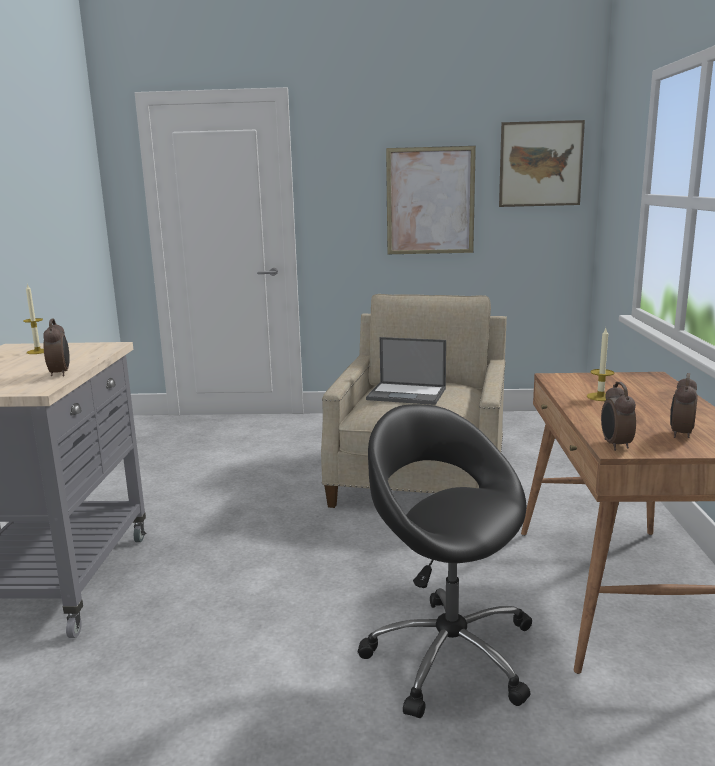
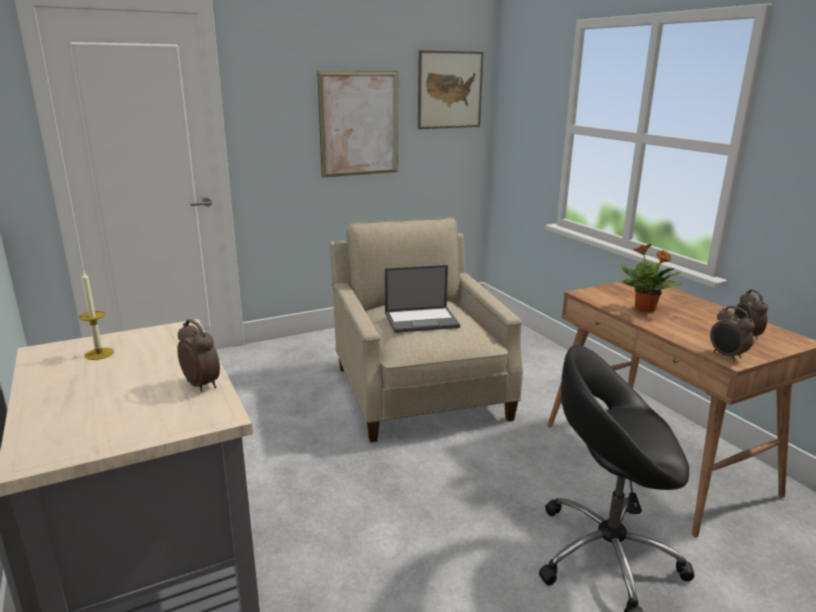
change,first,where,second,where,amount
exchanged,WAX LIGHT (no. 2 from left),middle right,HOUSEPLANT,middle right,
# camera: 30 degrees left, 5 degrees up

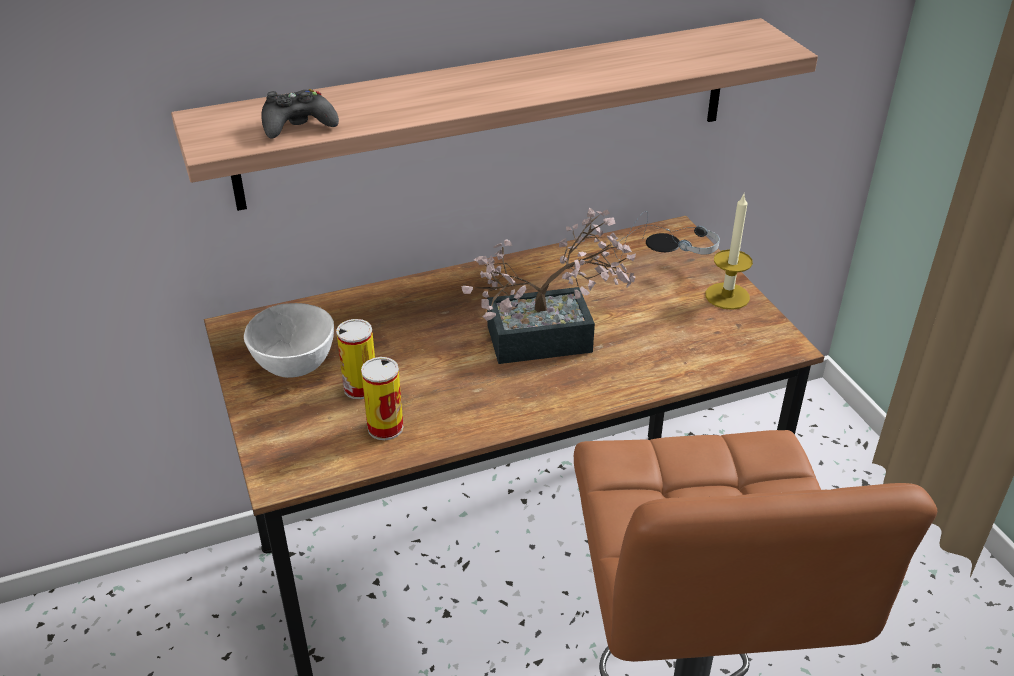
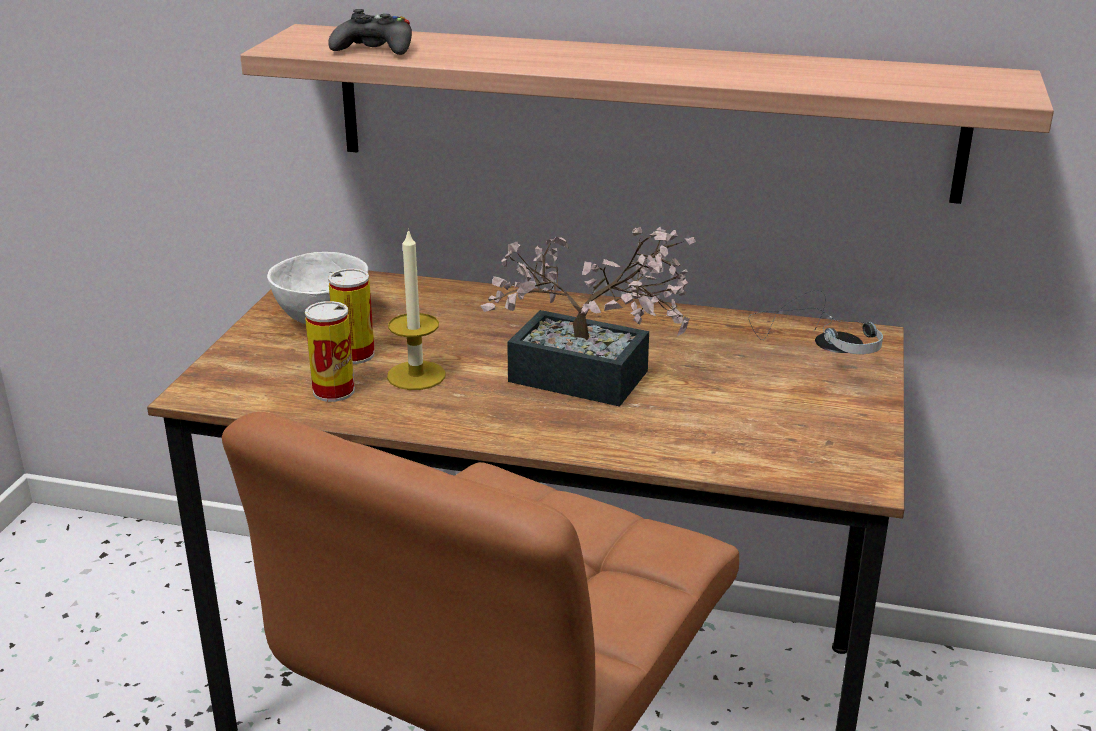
change,first,where,second,where,amount
relocated,WAX LIGHT,middle right,,centre,
# camera: 35 degrees right, 10 degrees down

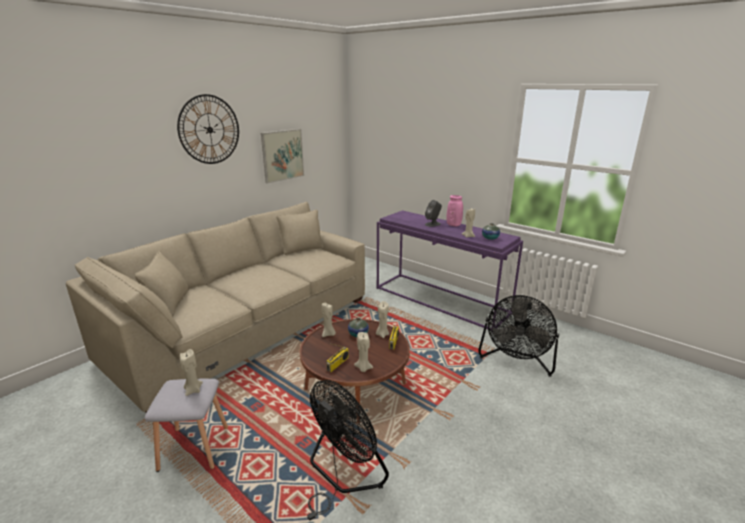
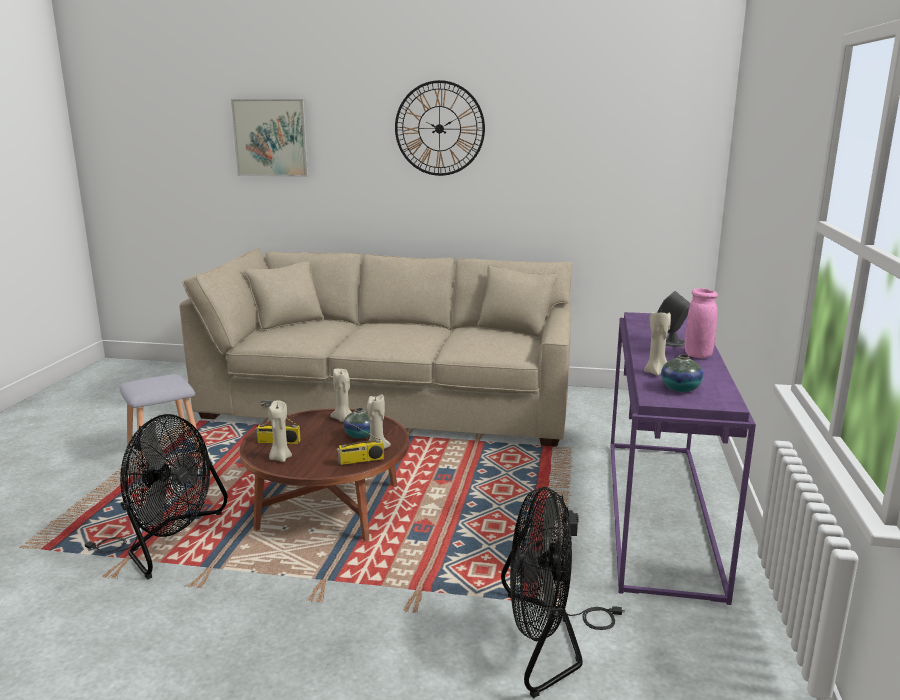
change,first,where,second,where,amount
relocated,WALL ART,top centre,,top left,
missing,SAND-COLOURED WAX LIGHT (no. 1 from left),bottom left,,,
# camera: 60 degrees right, 5 degrees down

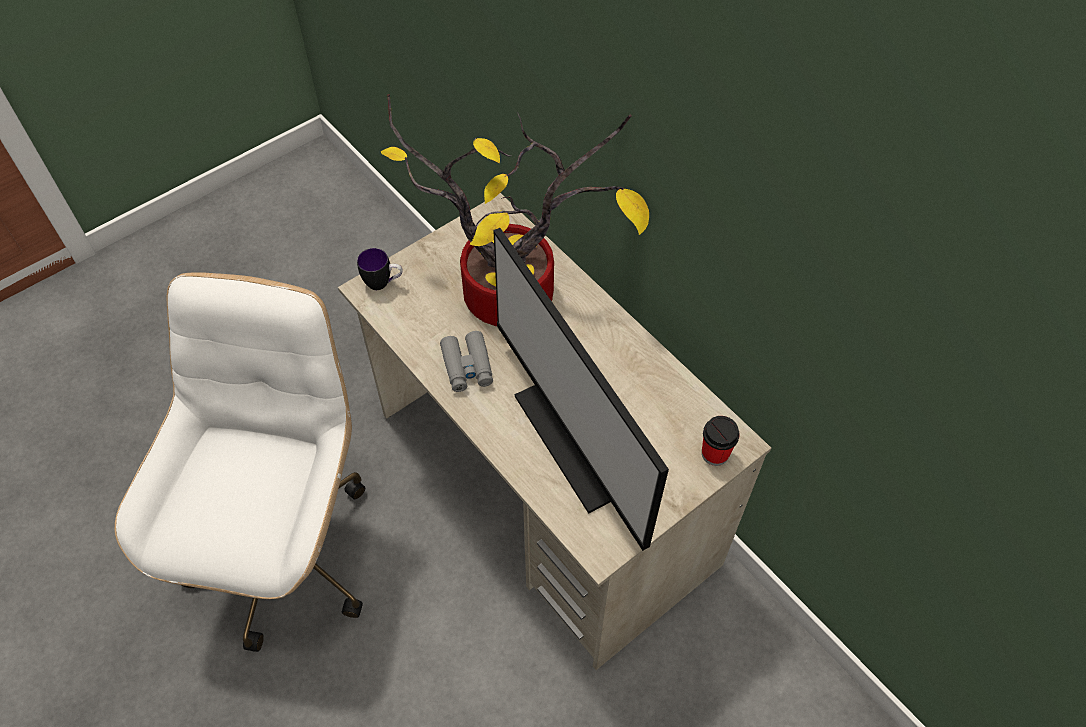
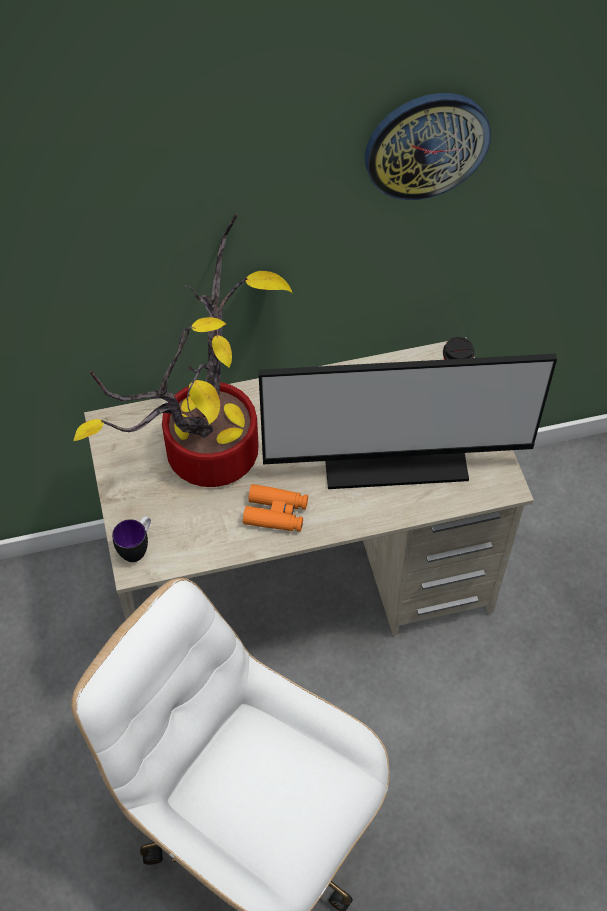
change,first,where,second,where,amount
colour,GREY FIELD GLASSES,centre,ORANGE-COLOURED FIELD GLASSES,centre,
appeared,,,WALL CLOCK,top right,
# camera: 65 degrees left, 0 degrees up

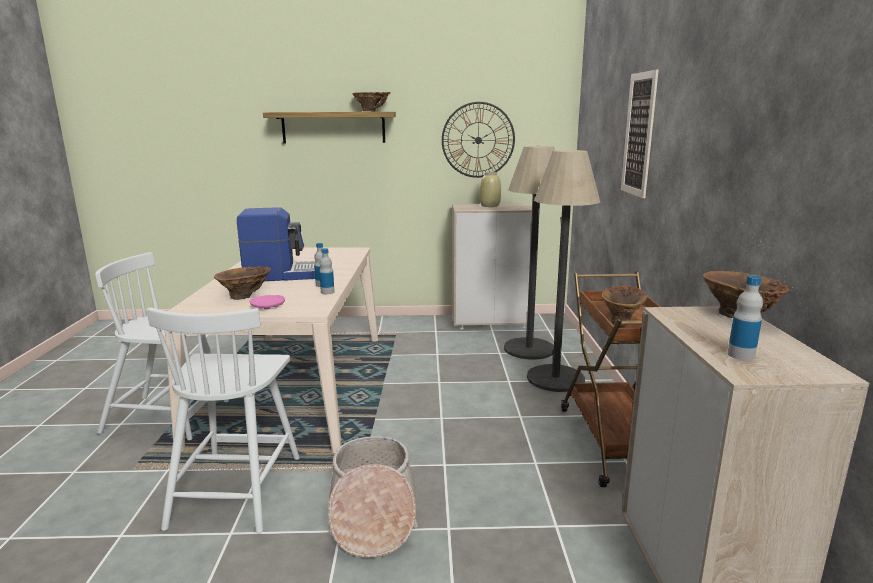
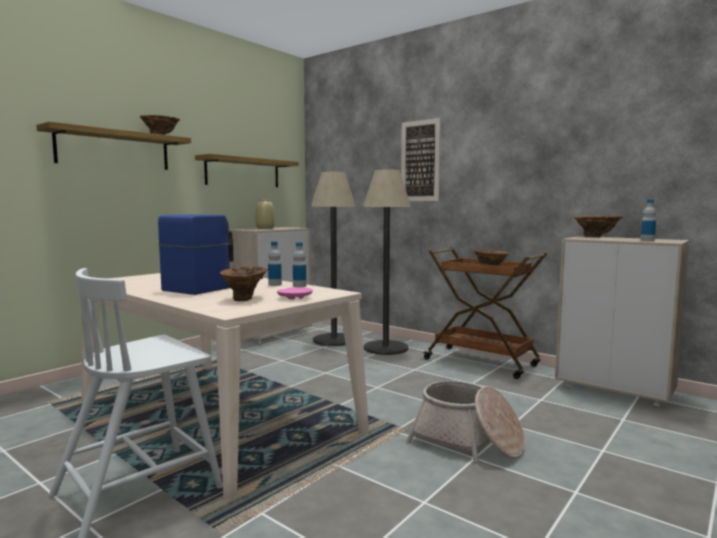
change,first,where,second,where,amount
exchanged,WALL CLOCK,top centre,WALL SHELF (no. 2 from left),top centre,
missing,WHITE PLAIN CHAIR (no. 2 from left),bottom left,,,
# camera: 50 degrees left, 10 degrees down

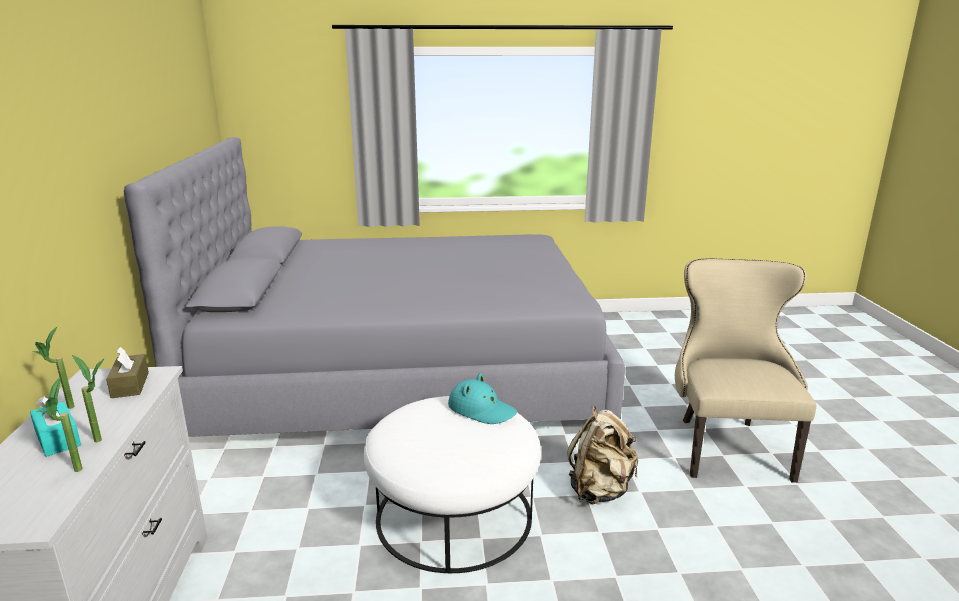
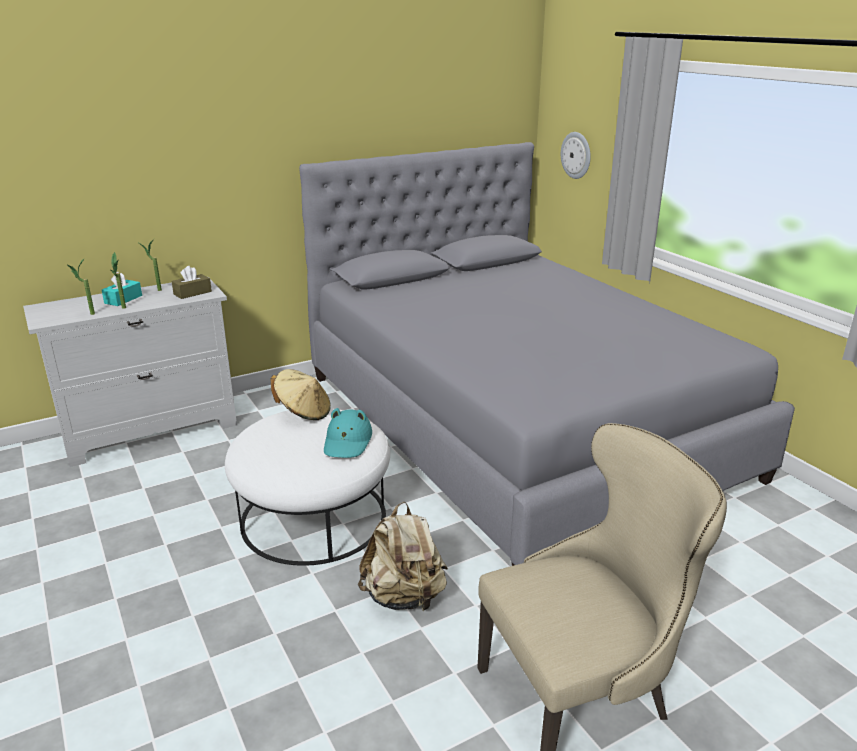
change,first,where,second,where,amount
appeared,,,WALL CLOCK,top right,
appeared,,,SAND-COLOURED HAT,centre,
# camera: 65 degrees right, 5 degrees up

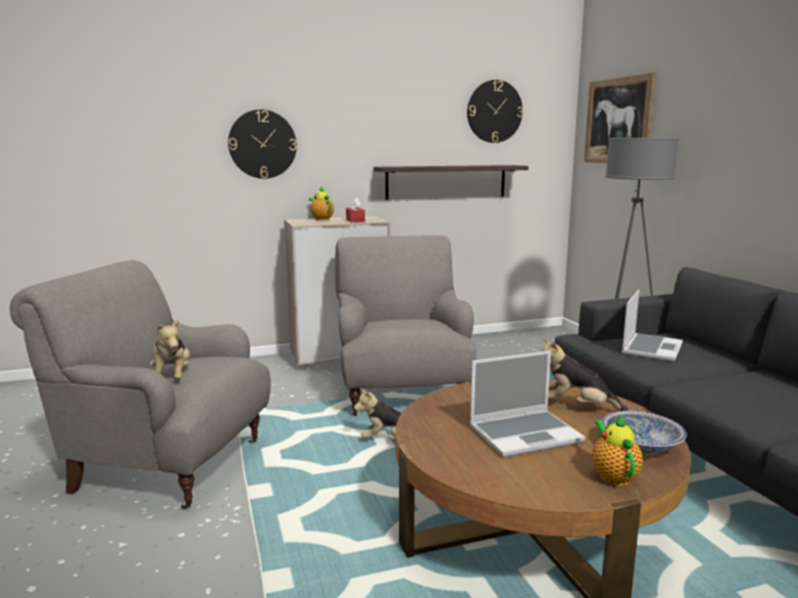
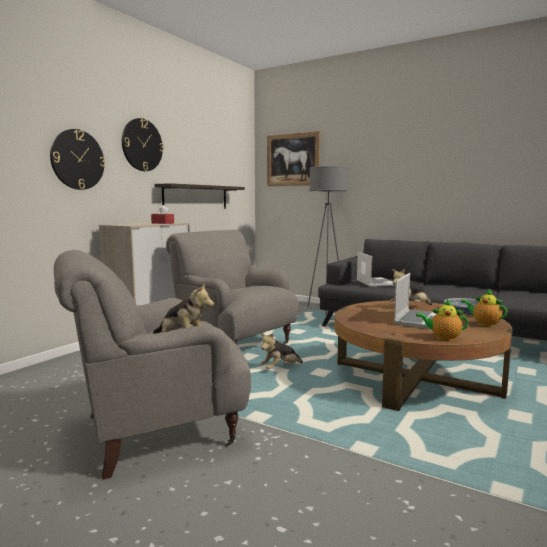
change,first,where,second,where,amount
relocated,WALL CLOCK (no. 2 from left),top centre,,top left,
relocated,TEAPOT (no. 1 from left),centre,,middle right,
# camera: 40 degrees left, 5 degrees down

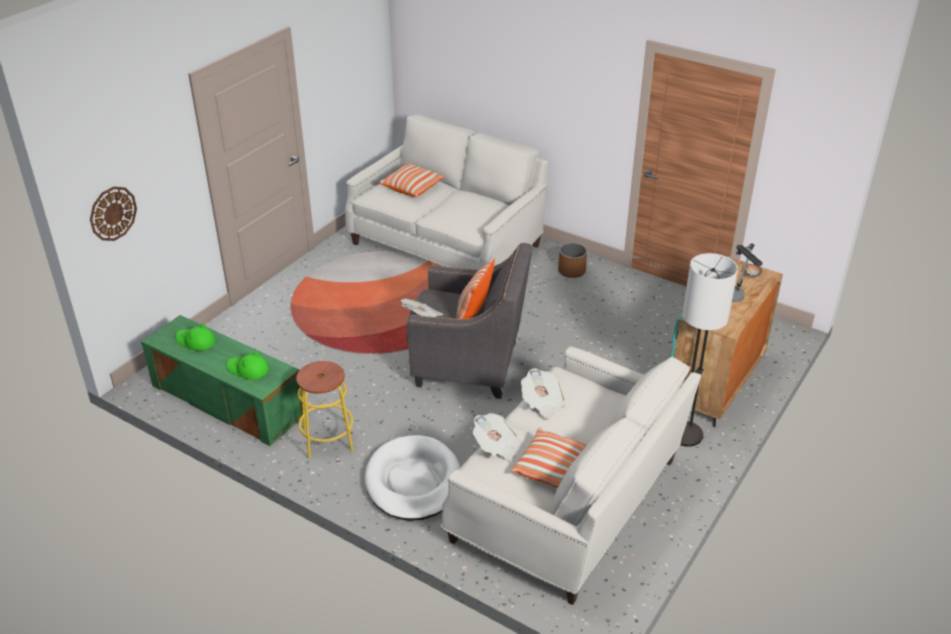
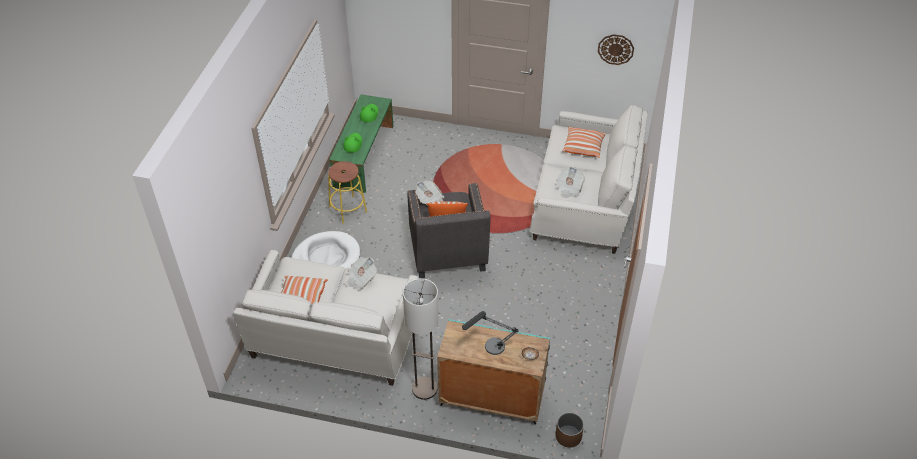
change,first,where,second,where,amount
relocated,WALL CLOCK,middle left,,top right,
relocated,BROWN FLOWER POT,centre,,bottom centre,
relocated,NEWSPAPER (no. 2 from left in the first image),bottom centre,NEWSPAPER (no. 3 from left),centre,
# camera: 70 degrees right, 10 degrees up

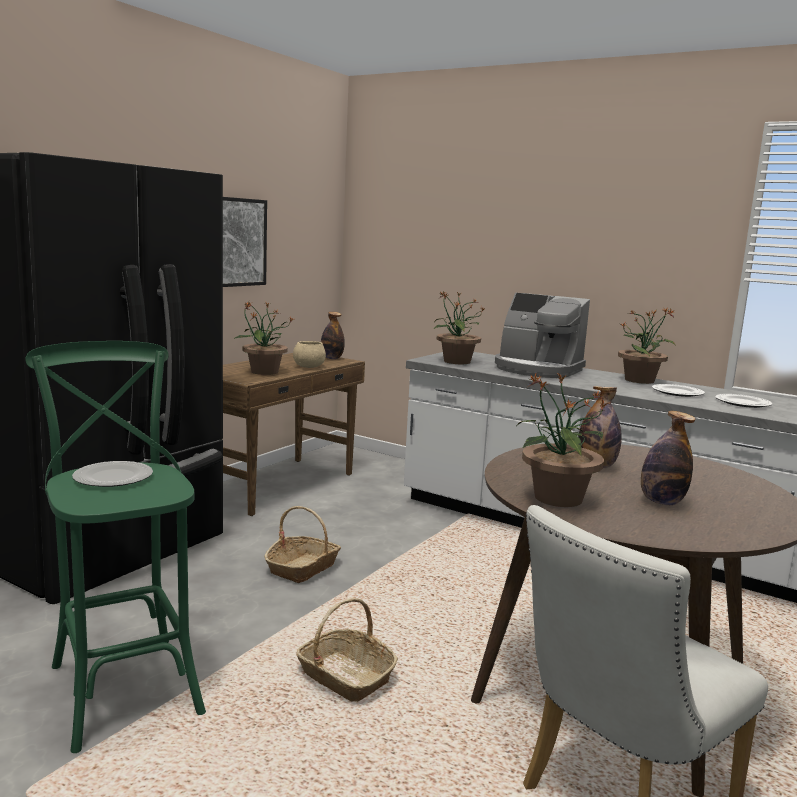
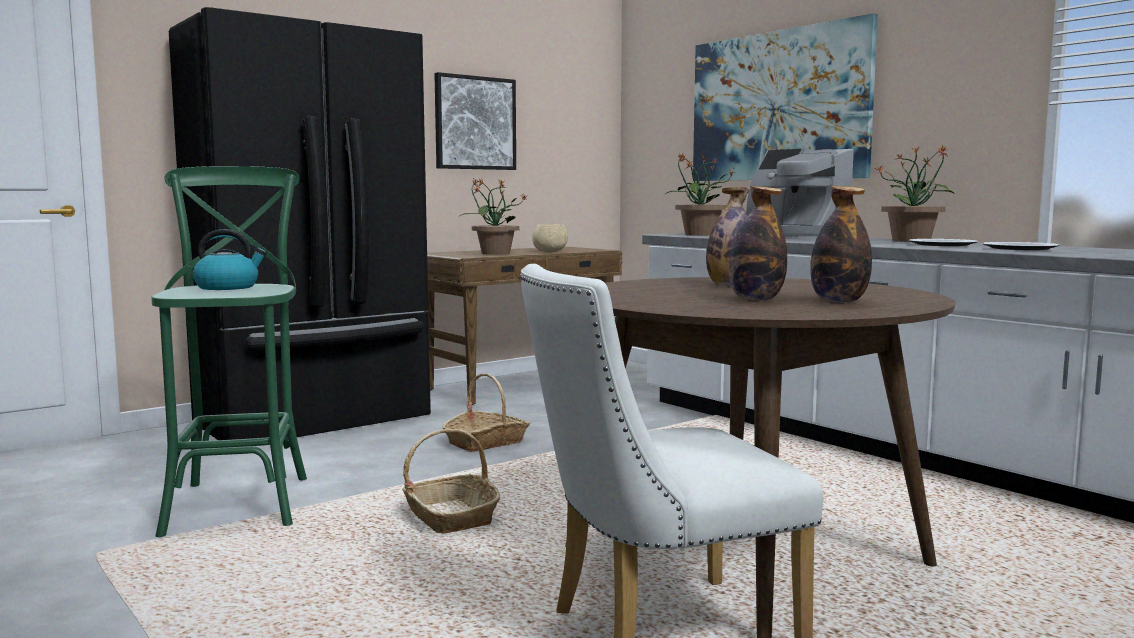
change,first,where,second,where,amount
relocated,BEVERAGE BOTTLE (no. 1 from left in the first image),centre,BEVERAGE BOTTLE (no. 3 from left),middle right,
missing,HOUSEPLANT (no. 3 from left),middle right,,,
exchanged,FLAT DISH (no. 1 from left),middle left,TEA KETTLE,middle left,
appeared,,,WALL ART (no. 2 from left),top right,
# camera: 20 degrees right, 5 degrees down

